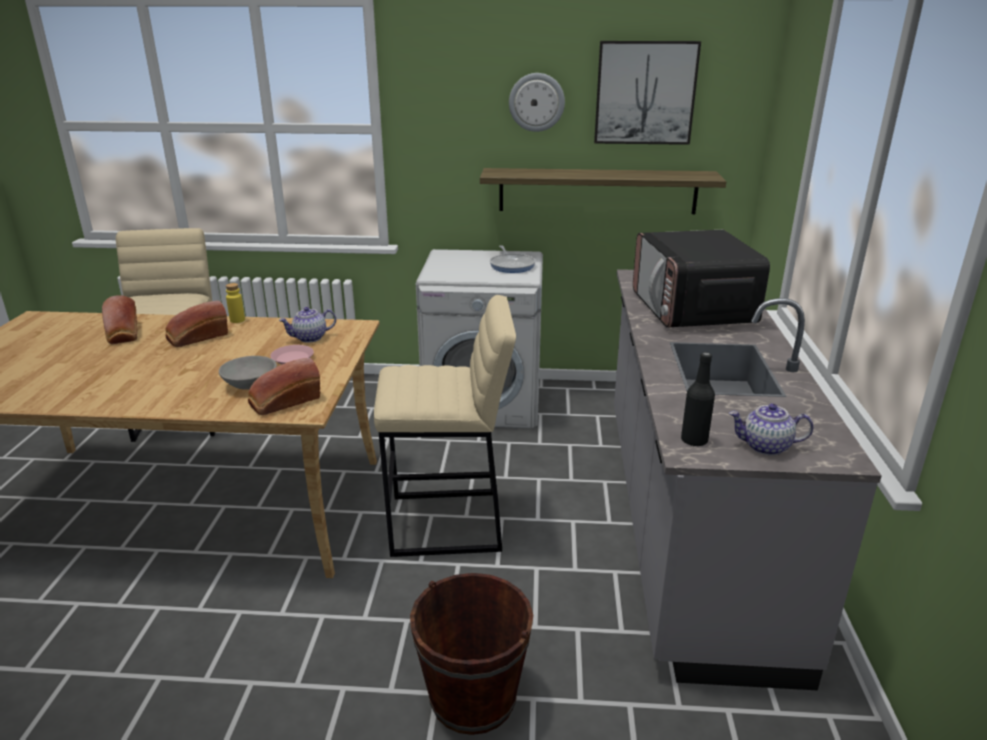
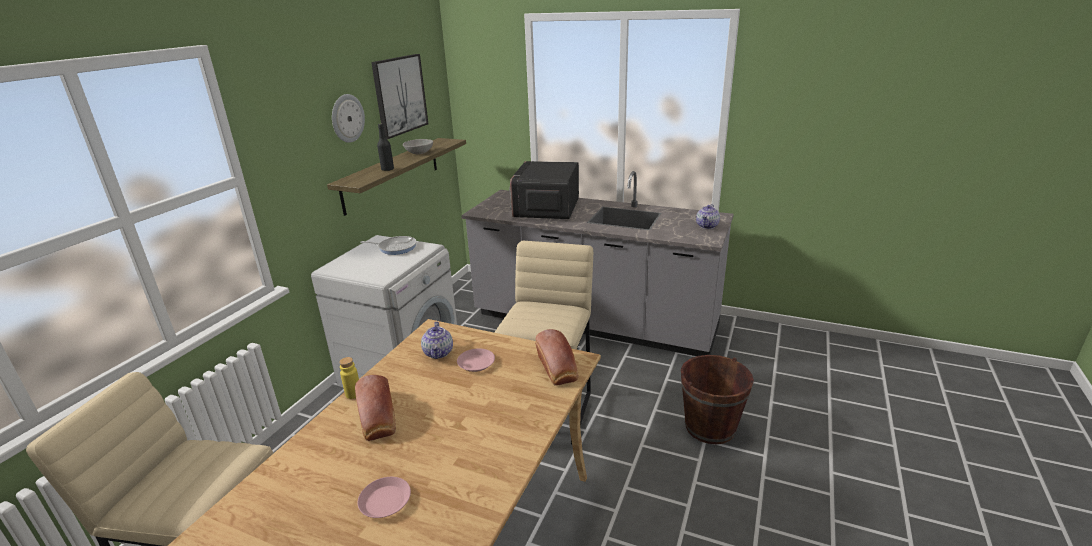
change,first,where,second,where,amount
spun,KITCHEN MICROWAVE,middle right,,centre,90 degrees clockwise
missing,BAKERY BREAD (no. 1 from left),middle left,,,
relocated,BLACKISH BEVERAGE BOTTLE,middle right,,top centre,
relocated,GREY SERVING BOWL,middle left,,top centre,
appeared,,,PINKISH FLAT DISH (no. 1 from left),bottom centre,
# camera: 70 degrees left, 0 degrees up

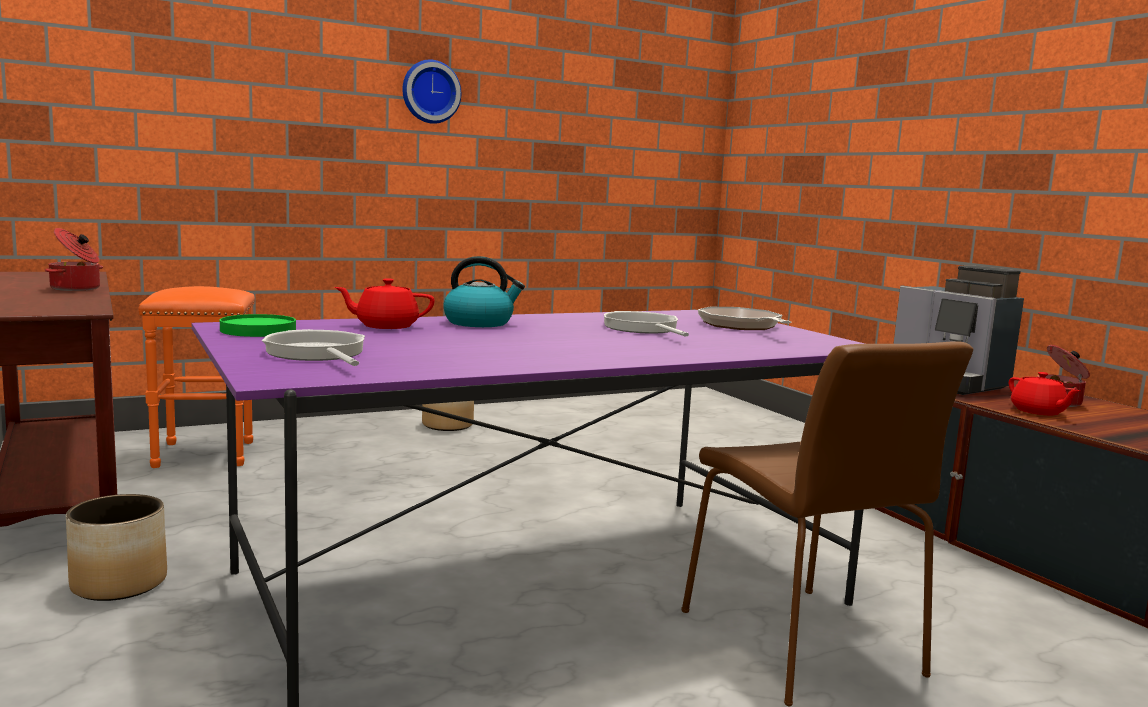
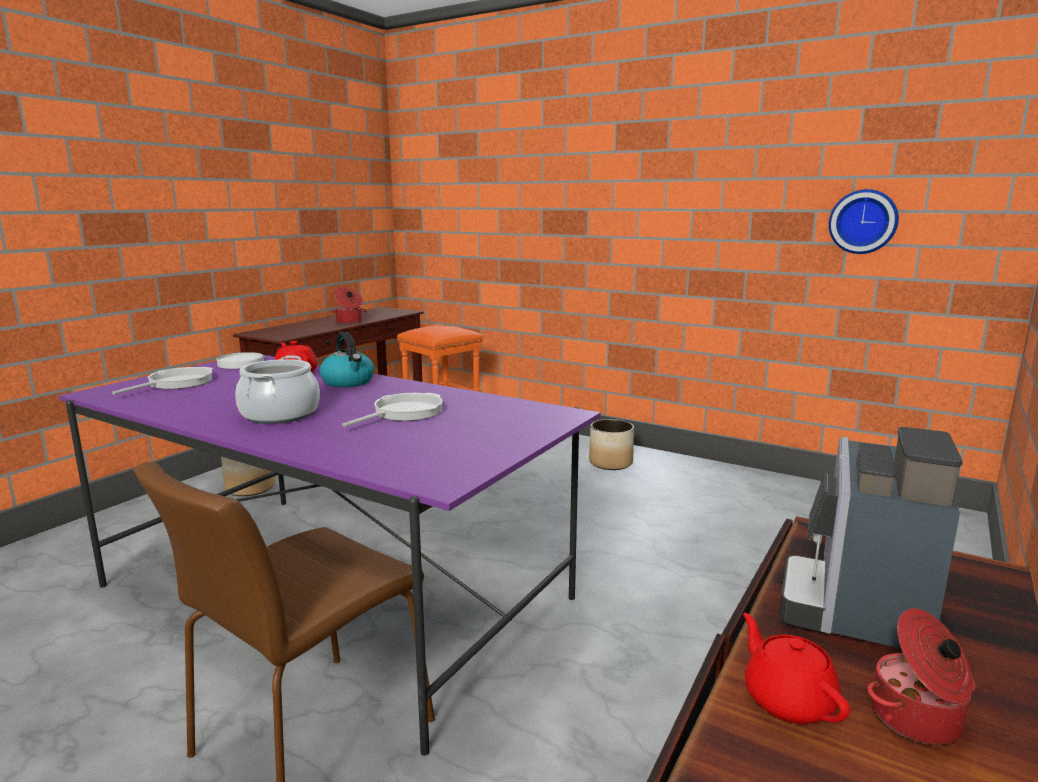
change,first,where,second,where,amount
relocated,WALL CLOCK,top centre,,top right,
missing,FRYING PAN (no. 3 from left),centre,,,
colour,GREEN FLAT DISH,middle left,WHITE FLAT DISH,middle left,
spun,REDDISH TEAPOT (no. 2 from left),middle right,,bottom right,120 degrees clockwise
appeared,,,COOKING POT (no. 1 from left),middle left,
# camera: 60 degrees right, 5 degrees up

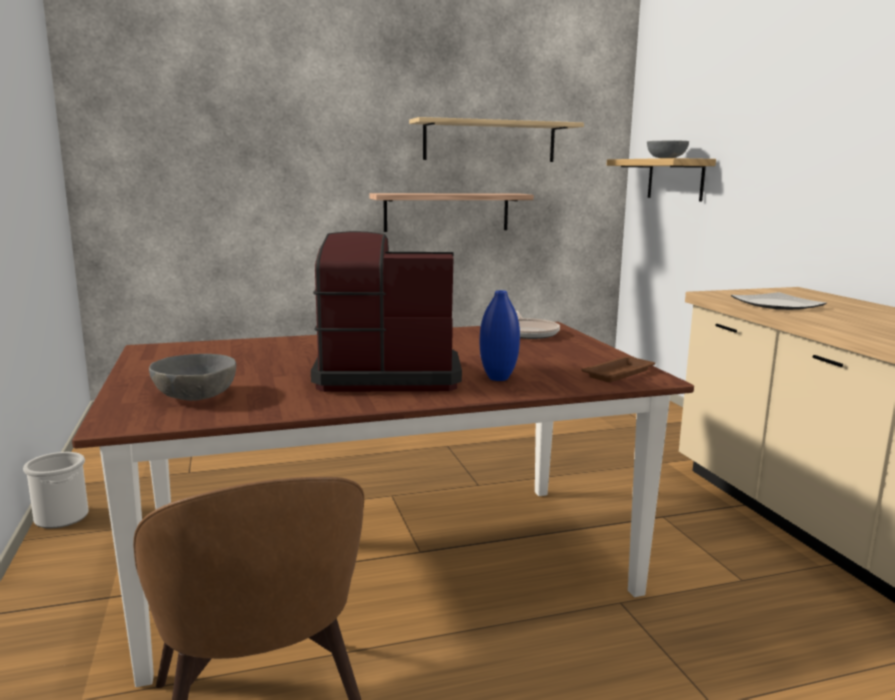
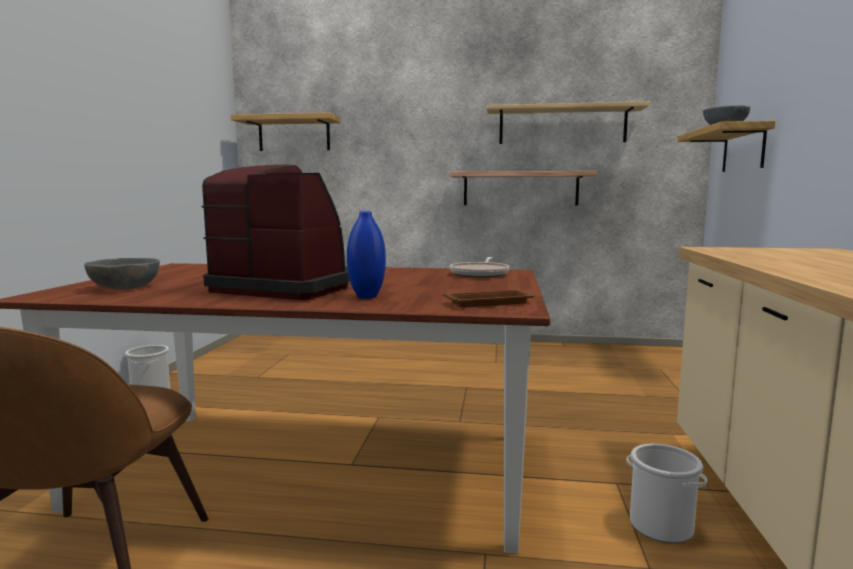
change,first,where,second,where,amount
missing,FLAT DISH,middle right,,,
appeared,,,WALL SHELF (no. 1 from left),top centre,
appeared,,,WATER BUCKET (no. 2 from left),bottom right,
# camera: 25 degrees right, 5 degrees down

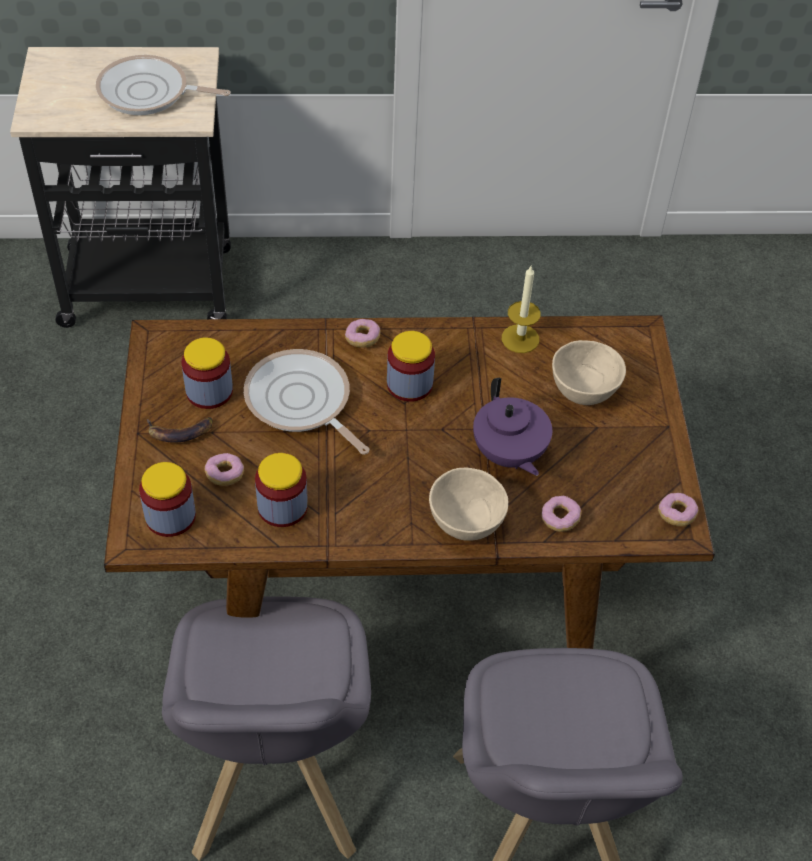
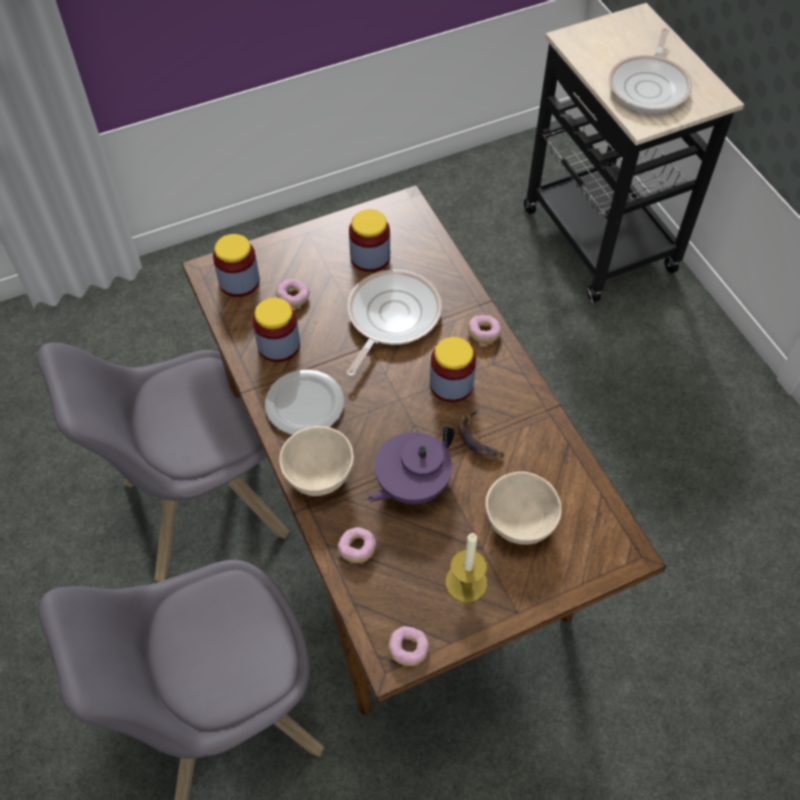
change,first,where,second,where,amount
spun,FRYING PAN (no. 1 from left in the first image),top left,FRYING PAN (no. 2 from left),top right,150 degrees counterclockwise
relocated,WAX LIGHT,centre,,bottom centre,
relocated,BANANA,middle left,,centre,
appeared,,,FLAT DISH,centre,
# camera: 70 degrees right, 5 degrees up

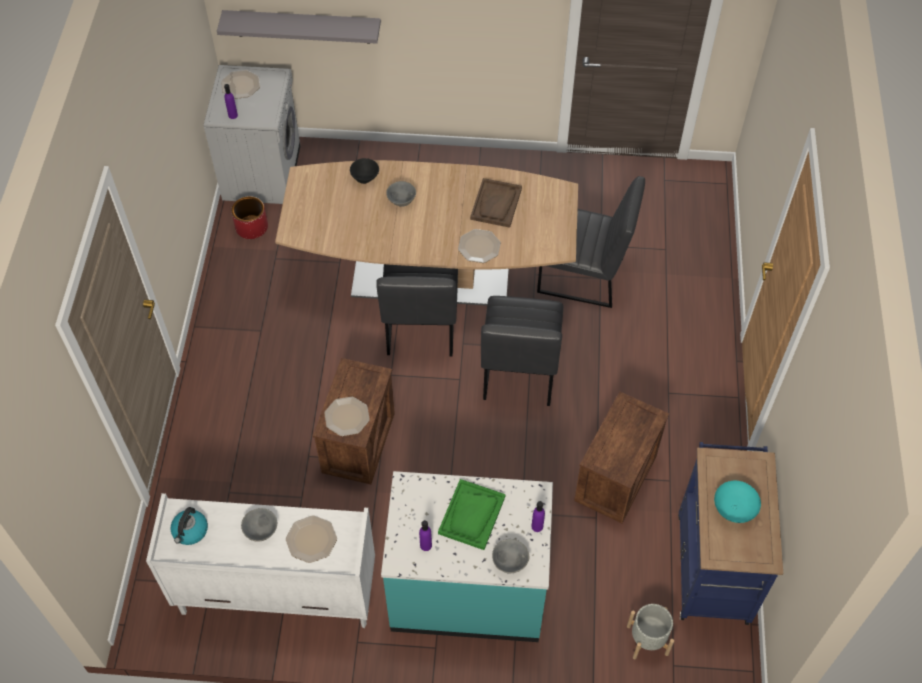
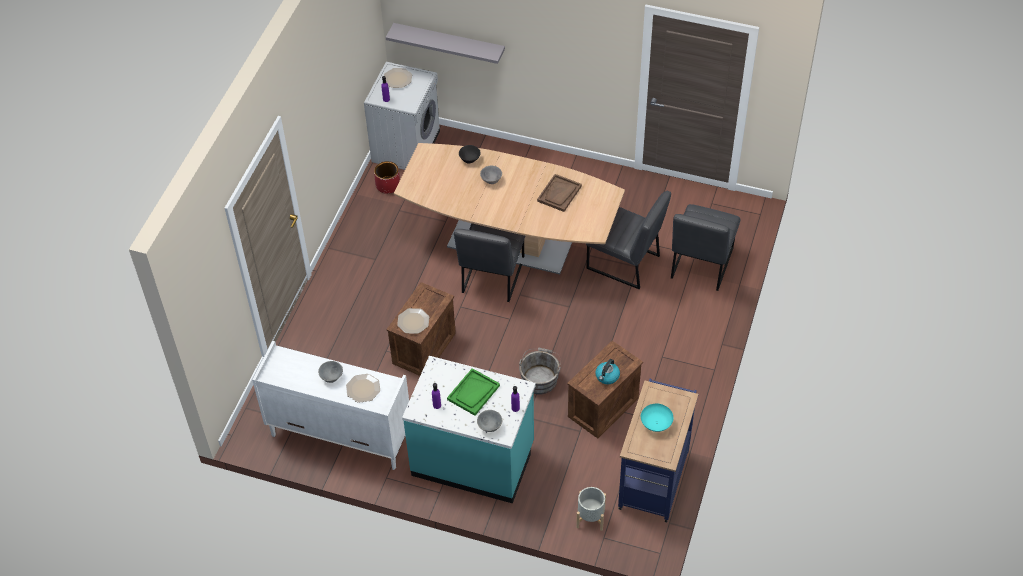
change,first,where,second,where,amount
missing,FLAT DISH (no. 4 from left),centre,,,
relocated,GREY PLAIN CHAIR (no. 2 from left in the first image),centre,GREY PLAIN CHAIR (no. 3 from left),middle right,
relocated,TEA KETTLE,bottom left,,centre,
appeared,,,GREY WATER BUCKET,centre,
# camera: 15 degrees right, 5 degrees down

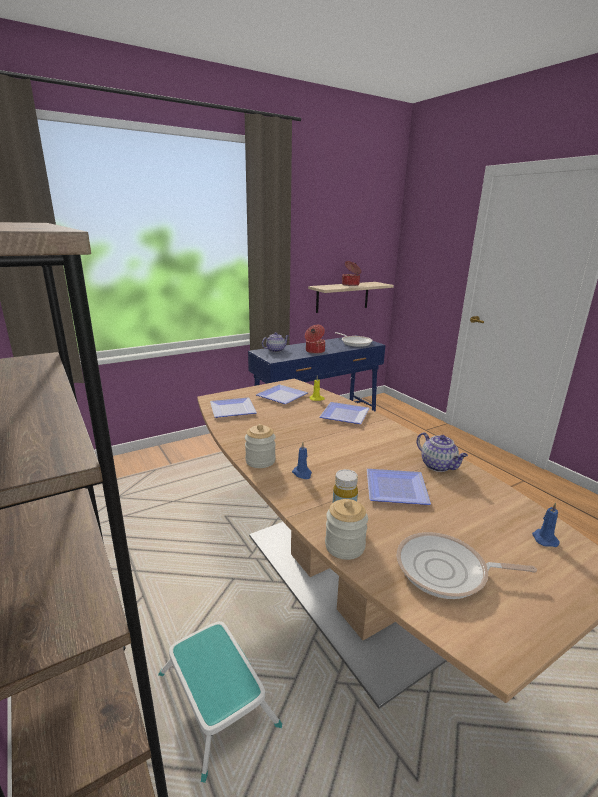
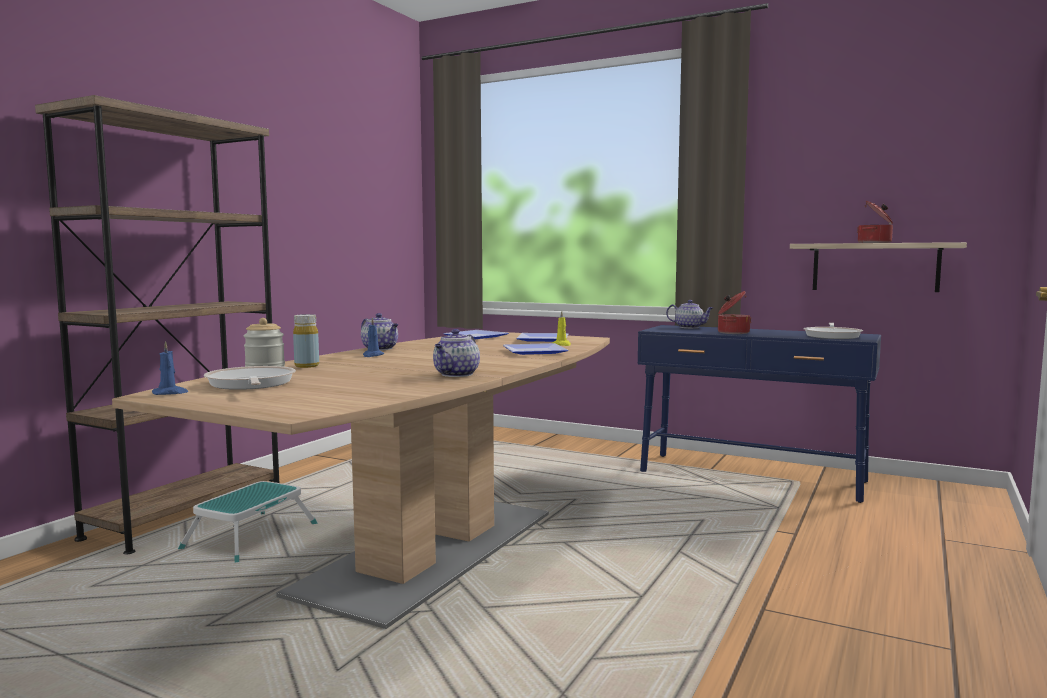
change,first,where,second,where,amount
exchanged,STORAGE JAR (no. 1 from left),centre,TEAPOT (no. 1 from left),centre,
missing,FLAT DISH (no. 4 from left),middle right,,,
relocated,BLUE WAX LIGHT (no. 2 from left in the first image),middle right,BLUE WAX LIGHT (no. 1 from left),middle left,
# camera: 60 degrees right, 15 degrees down

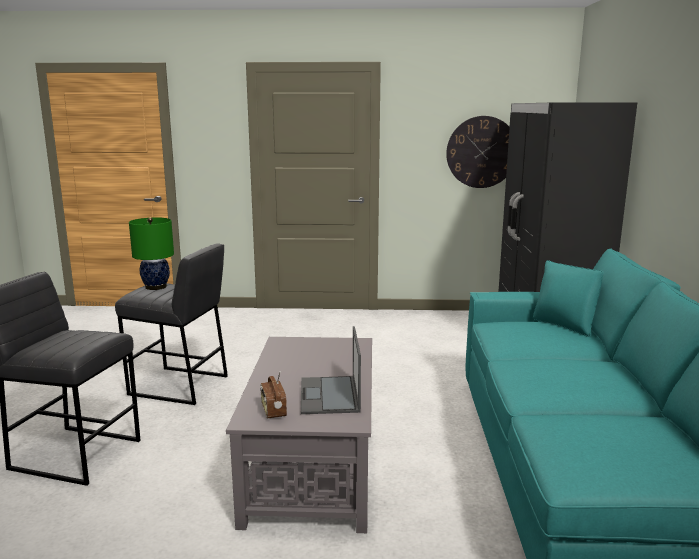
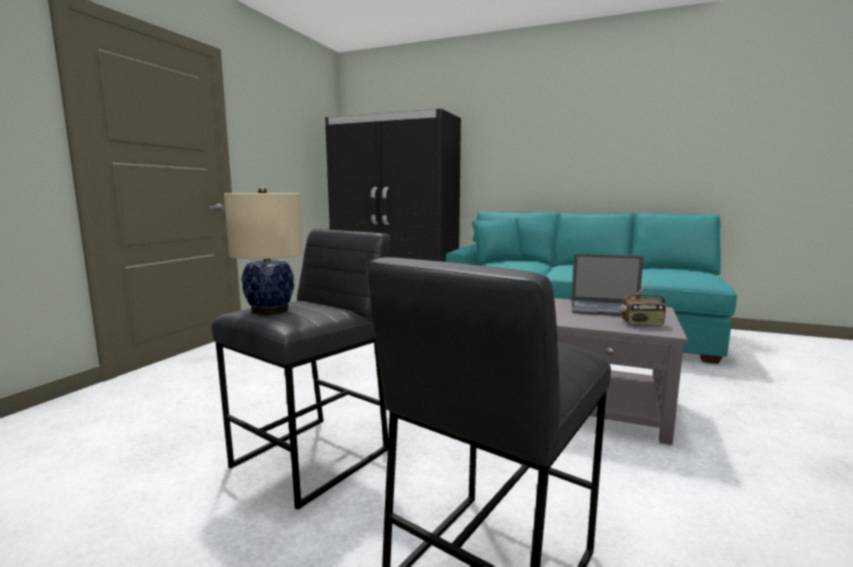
change,first,where,second,where,amount
missing,WALL CLOCK,top right,,,
colour,GREEN LAMP FOR A TABLE,middle left,SAND-COLOURED LAMP FOR A TABLE,middle left,
# camera: 70 degrees left, 5 degrees down

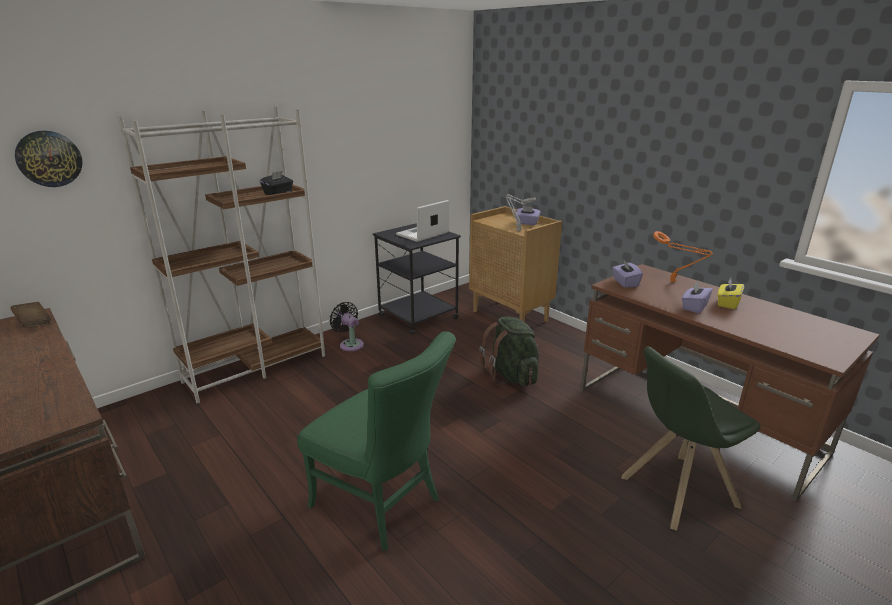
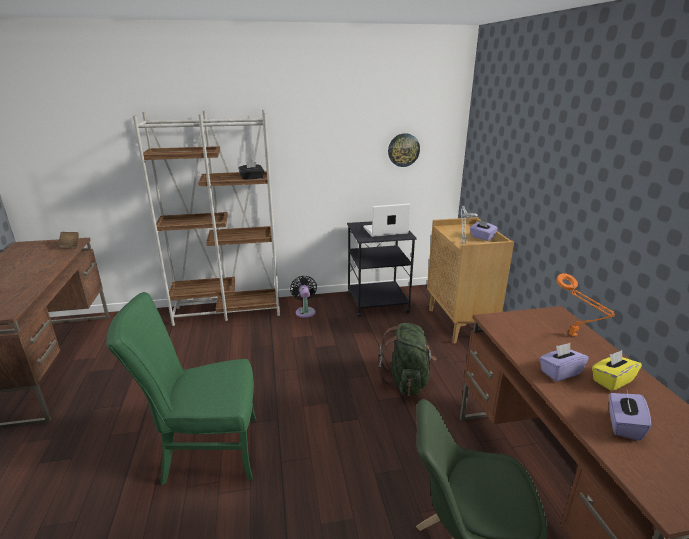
change,first,where,second,where,amount
relocated,WALL CLOCK,top left,,top centre,
relocated,PURPLE BOX OF TISSUES (no. 2 from left in the first image),middle right,PURPLE BOX OF TISSUES (no. 3 from left),bottom right,
spun,GREEN PLAIN CHAIR (no. 1 from left),bottom centre,,bottom left,105 degrees clockwise
# camera: 30 degrees right, 0 degrees up

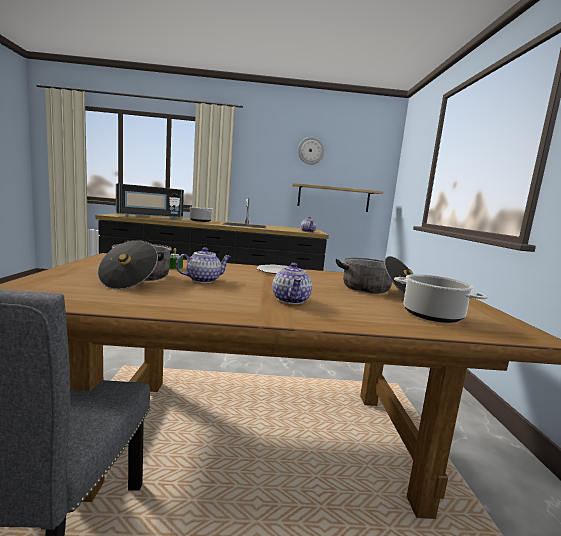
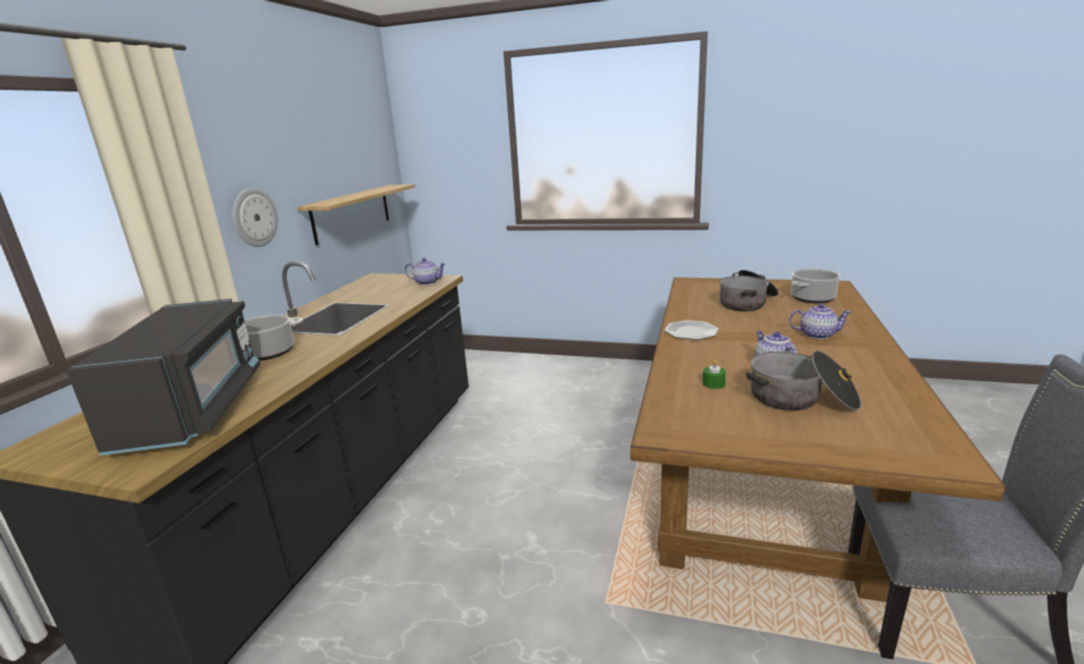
change,first,where,second,where,amount
relocated,WALL CLOCK,top centre,,top left,
# camera: 70 degrees left, 10 degrees up

